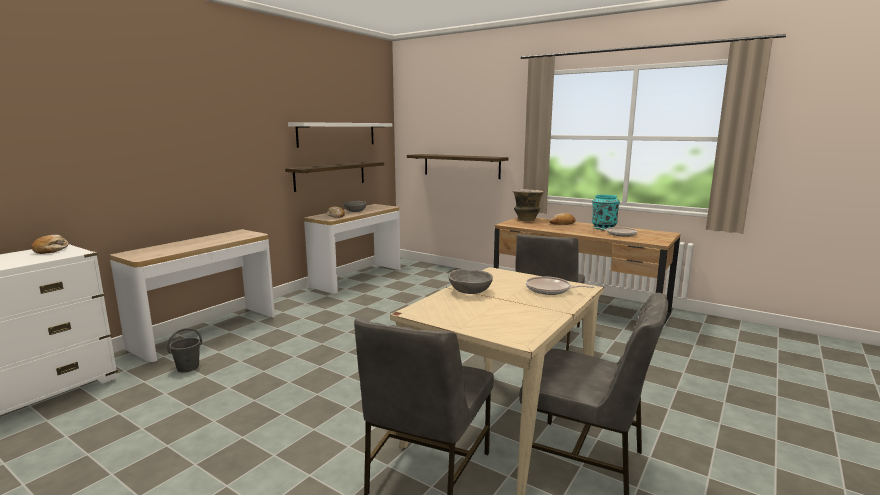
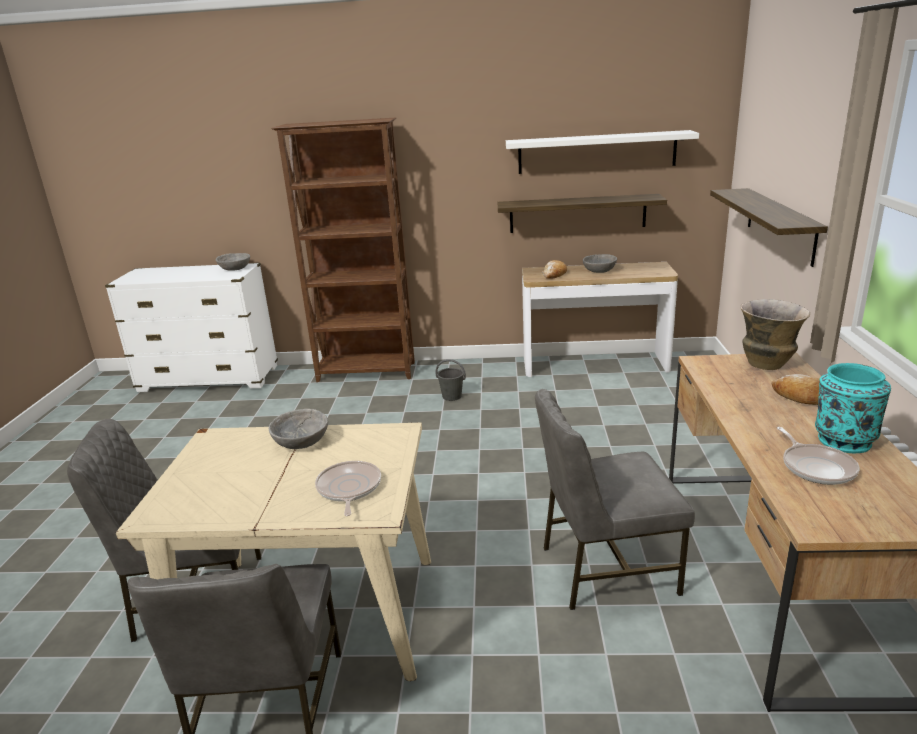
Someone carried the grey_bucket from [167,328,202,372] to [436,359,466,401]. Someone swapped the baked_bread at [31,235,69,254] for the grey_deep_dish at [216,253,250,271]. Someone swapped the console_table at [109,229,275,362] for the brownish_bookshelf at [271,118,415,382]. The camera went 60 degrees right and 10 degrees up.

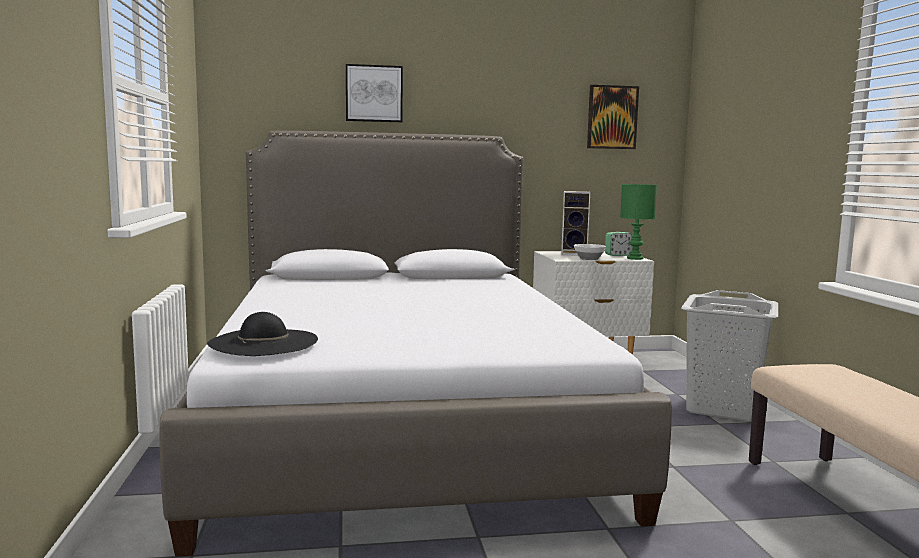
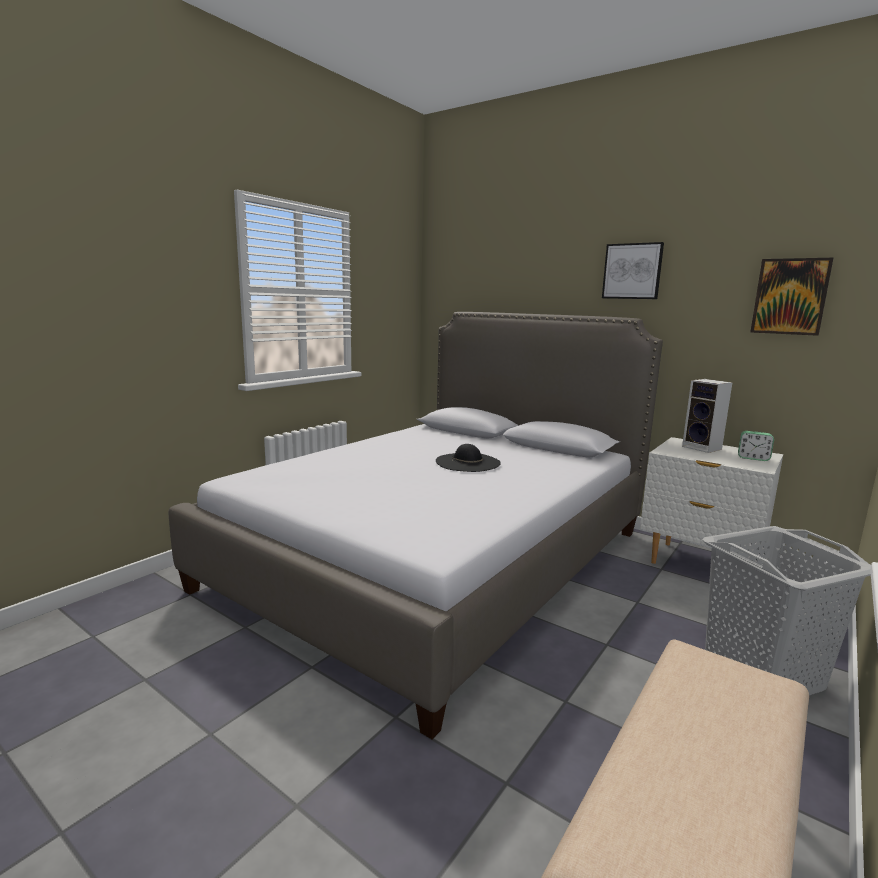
Someone took away the deep_dish at [574,244,606,260]. Someone took away the green-coloured_tabletop_lamp at [620,184,657,260]. Someone carried the blackish_wearable_hat from [207,312,318,356] to [436,444,501,472]. Someone carried the picture from [346,64,403,122] to [602,242,664,299]. The camera went 45 degrees right and 5 degrees up.

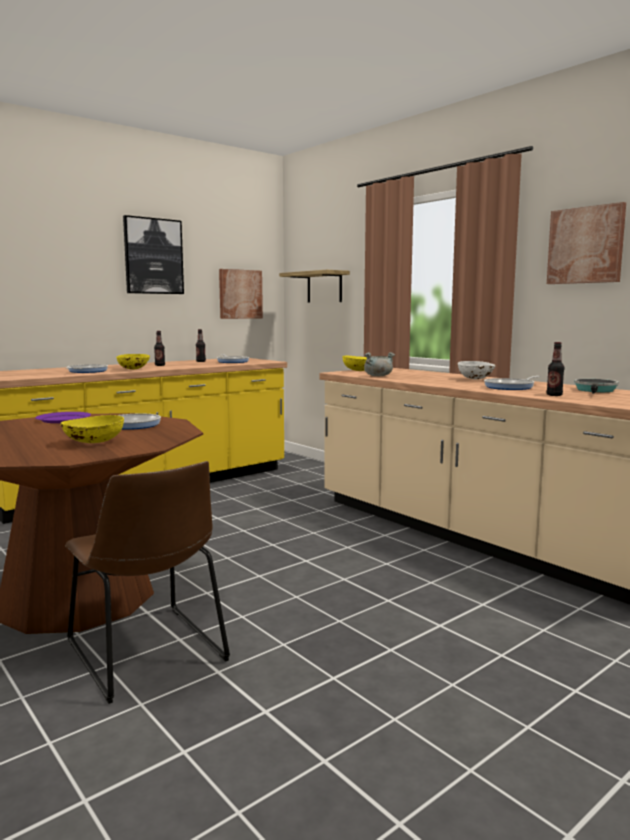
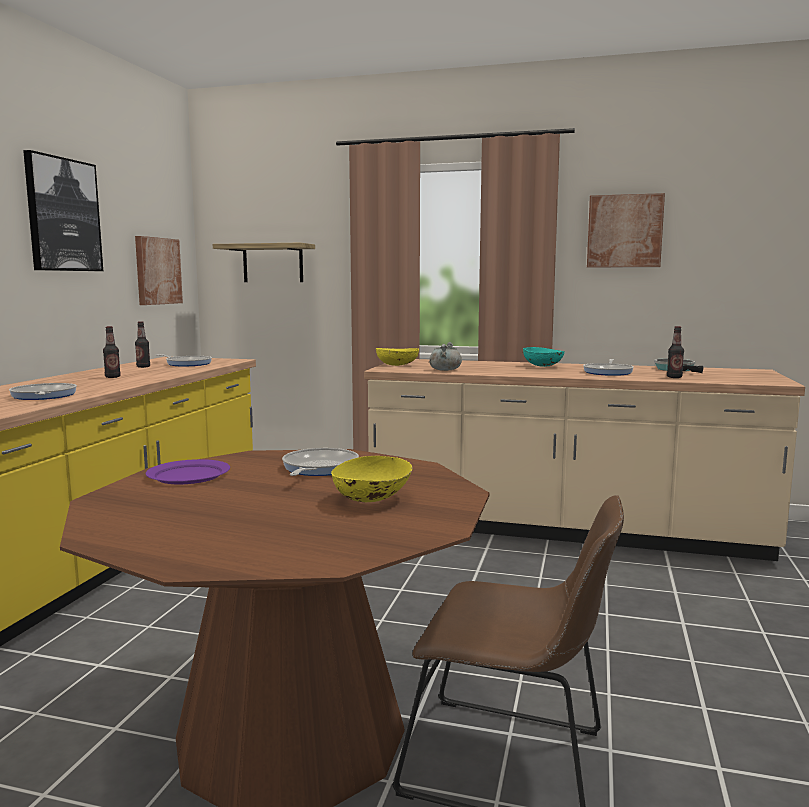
Someone took away the yellow-coloured_deep_dish at [116,354,150,370]. Someone repainted the white_deep_dish at [458,361,496,380], which became the turquoise-coloured_deep_dish at [523,347,565,367]. The camera went 35 degrees left and 0 degrees up.

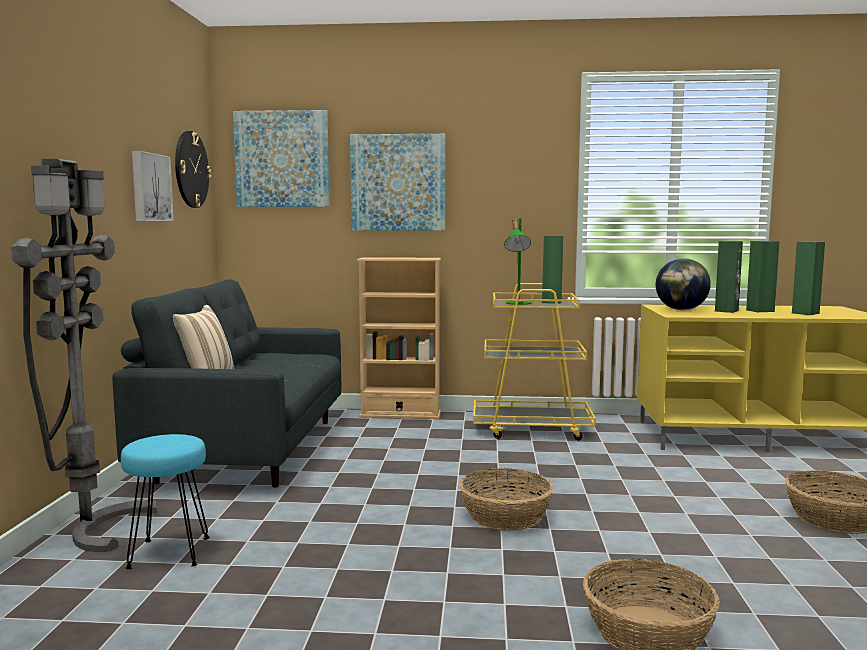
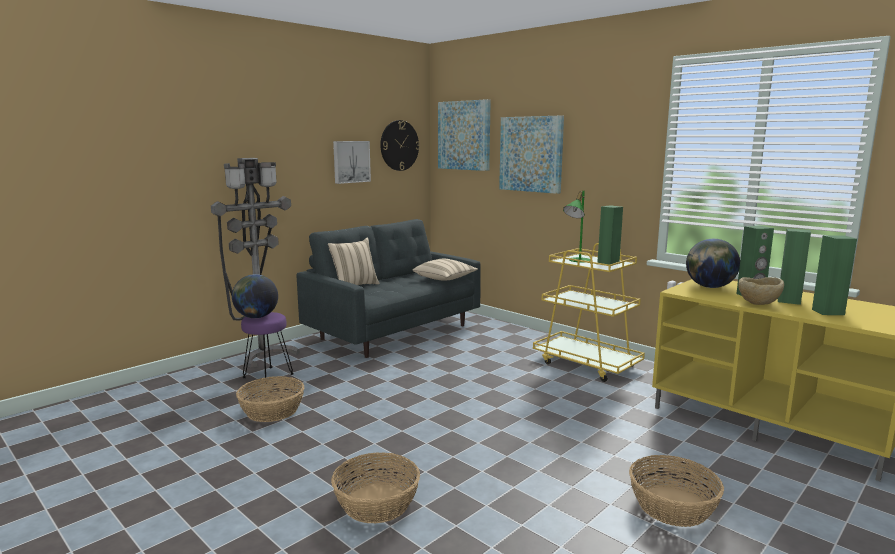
Someone took away the sand-coloured_bookshelf at [357,257,441,419]. Someone put down the desk_globe at [232,274,278,318]. Someone put down the sand-coloured_pillow at [413,259,478,281]. Someone put down the sand-coloured_deep_dish at [738,277,784,305]. Someone carried the basket from [459,468,553,531] to [236,376,304,422]. Someone repainted the turquoise-coloured_sitting_stool at [121,434,210,569], which became the purplish_sitting_stool at [241,312,294,384]. The camera went 40 degrees right and 5 degrees up.

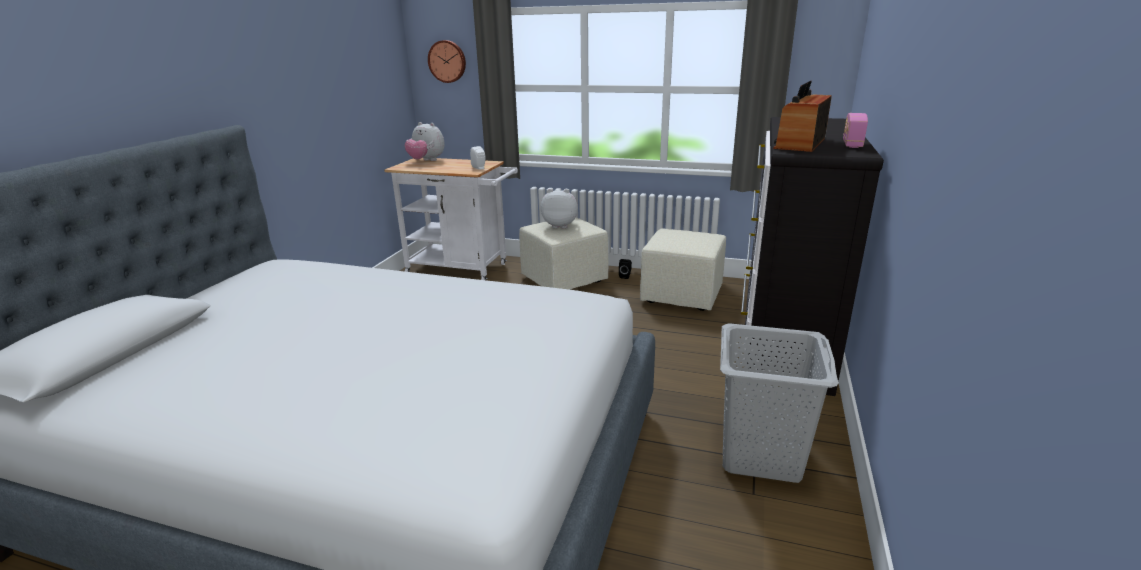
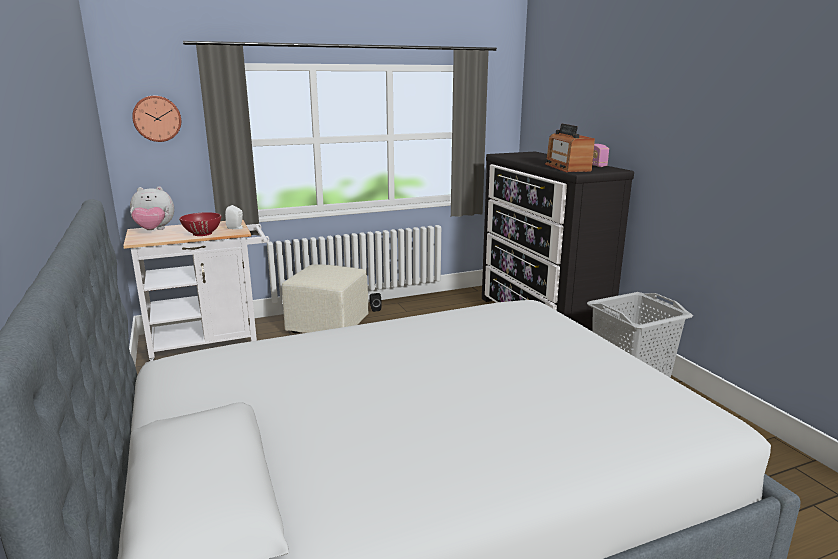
Someone took away the soft_toy at [541,189,578,229]. Someone took away the sand-coloured_pouffe at [640,228,726,311]. Someone put down the red_deep_dish at [179,212,221,236]. The camera went 40 degrees left and 5 degrees down.

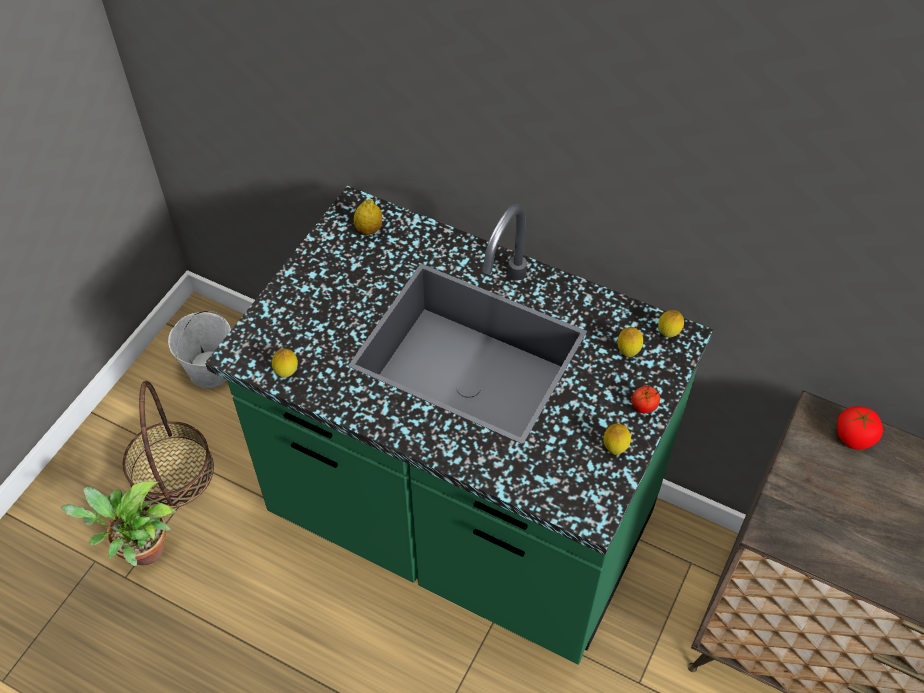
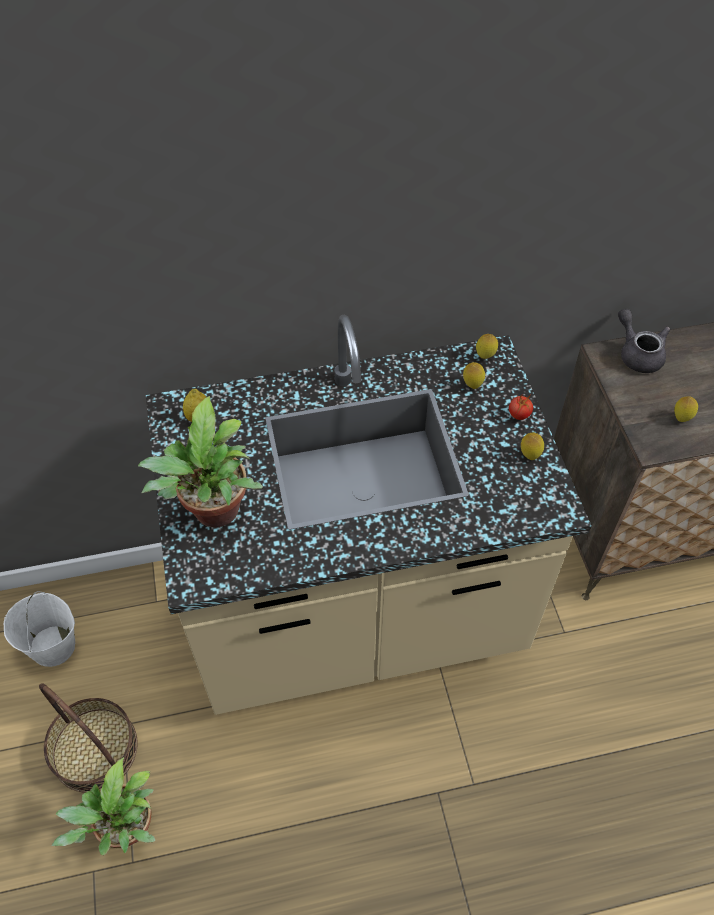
Someone put down the potted_plant at [138,396,263,527]. Someone carried the whole_lemon from [272,349,298,378] to [674,396,698,422]. Someone swapped the tomato at [837,406,883,450] for the grey_tea_pot at [618,309,670,373]. Someone repainted the green-coloured_kitchen_base_unit at [205,186,713,665], which became the sand-coloured_kitchen_base_unit at [146,315,591,715]. The camera went 40 degrees left and 0 degrees up.

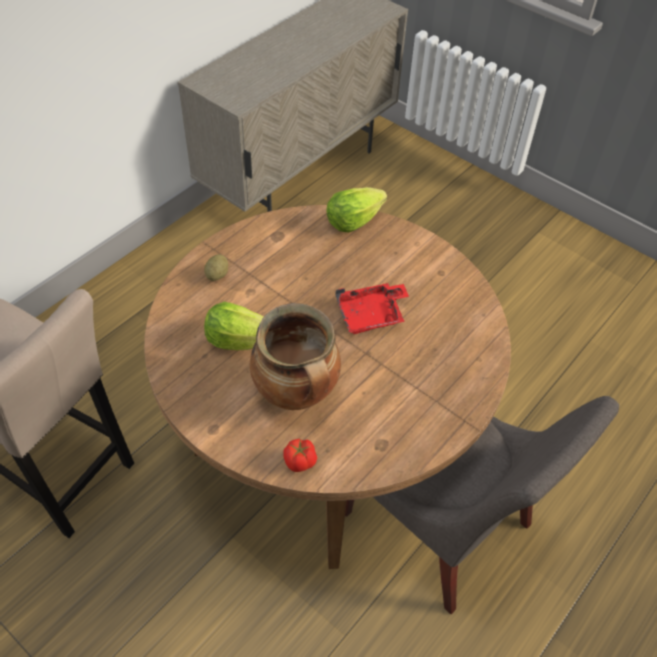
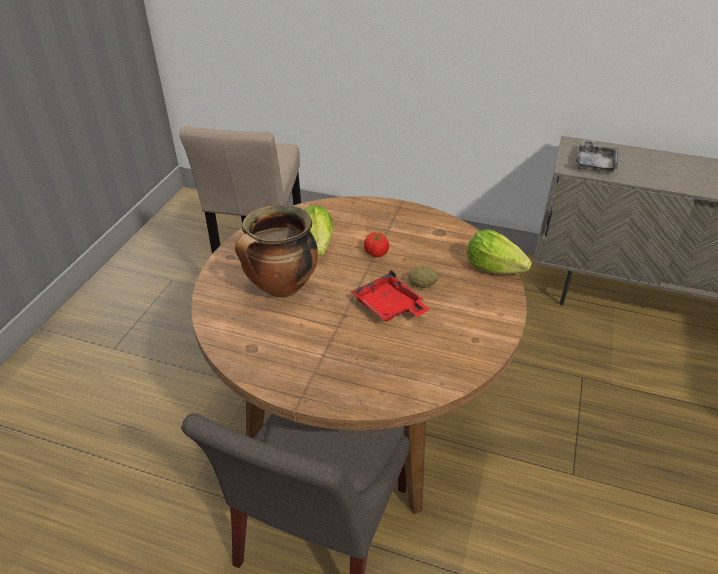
Someone put down the grey_tray at [576,139,618,173]. Someone carried the whole_potato from [204,254,228,281] to [409,266,438,288]. Someone carried the tomato from [283,438,317,472] to [364,232,389,257]. The camera went 70 degrees right and 10 degrees down.

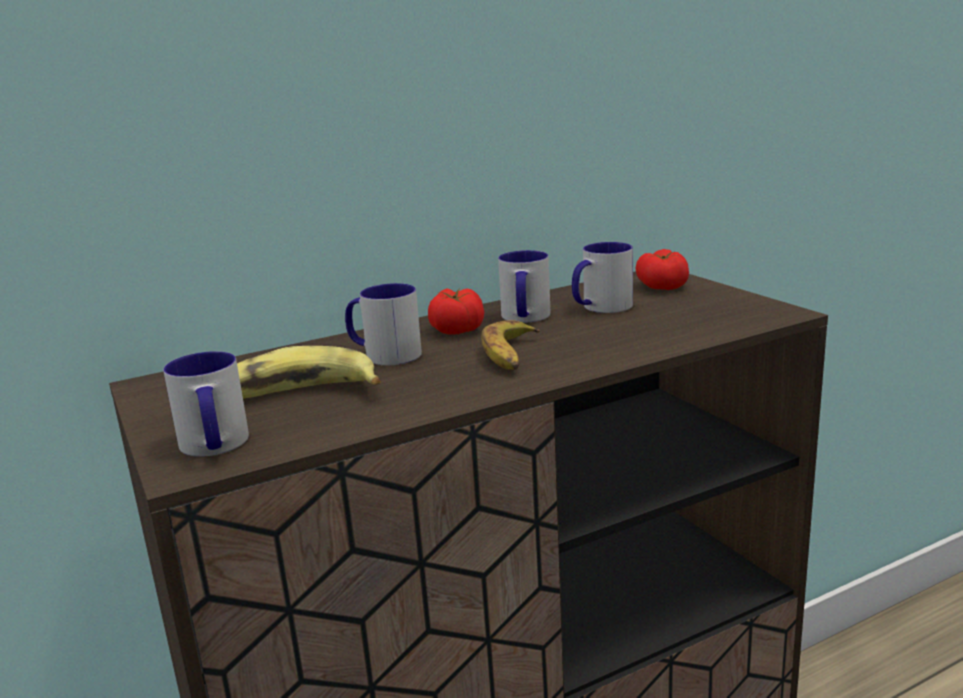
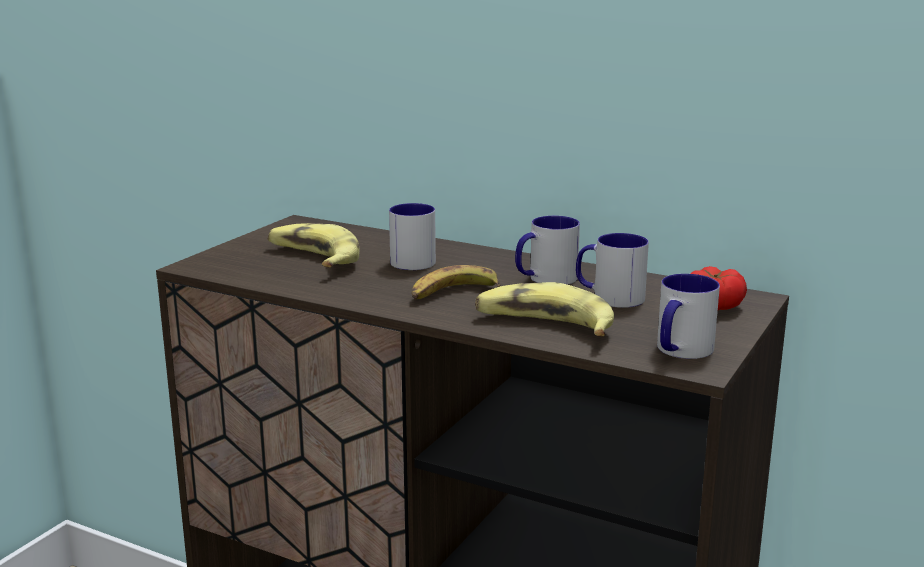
Someone took away the tomato at [428,288,484,335]. Someone put down the banana_fruit at [475,282,614,336]. Someone carried the tea_mug from [163,351,249,457] to [657,274,720,359]. The camera went 55 degrees right and 0 degrees up.

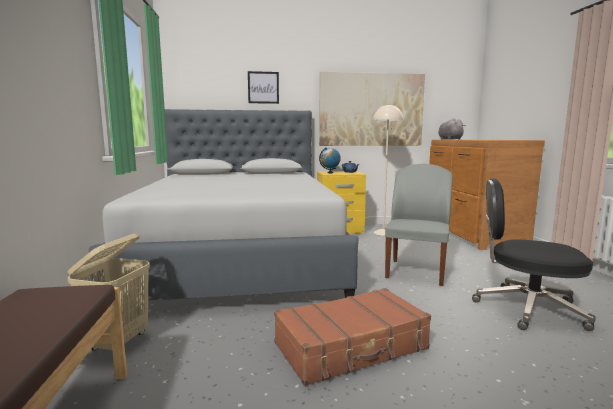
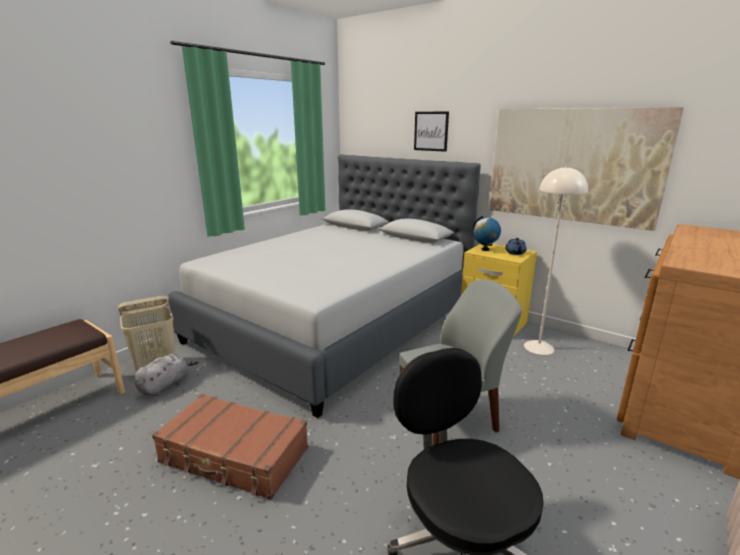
Someone carried the grey_soft_toy from [438,118,466,140] to [134,354,199,396]. The camera went 45 degrees right and 10 degrees up.

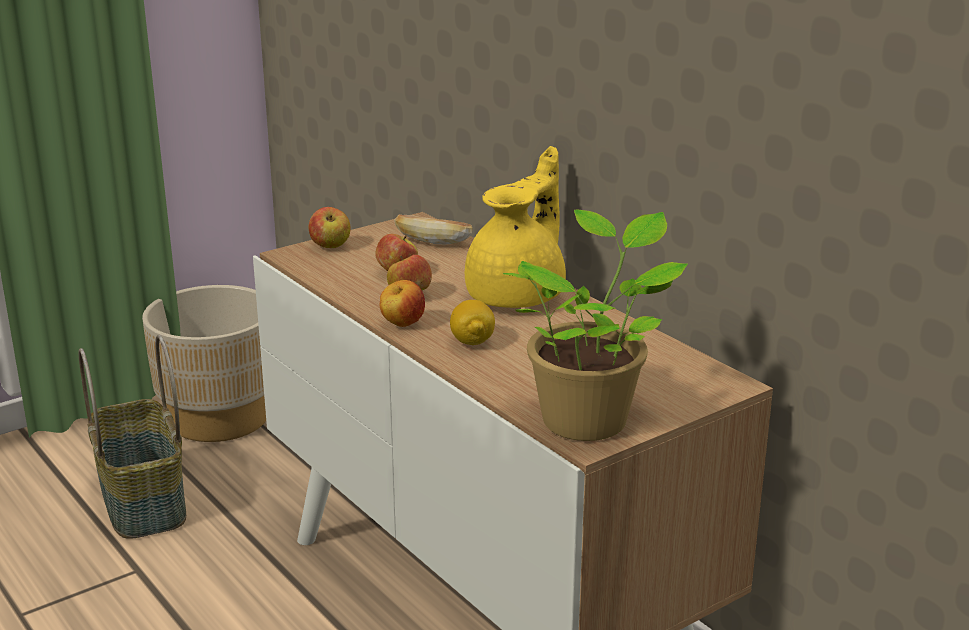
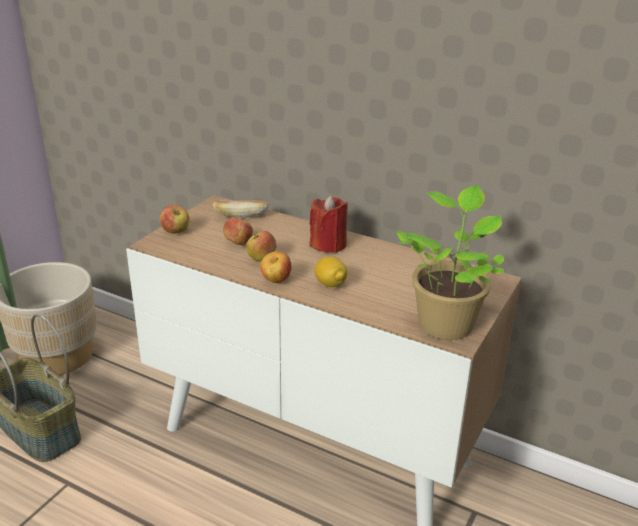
Someone swapped the yellow-coloured_tea_pot at [465,146,566,308] for the red_wax_candle at [309,196,348,253]. The camera went 25 degrees left and 5 degrees up.

